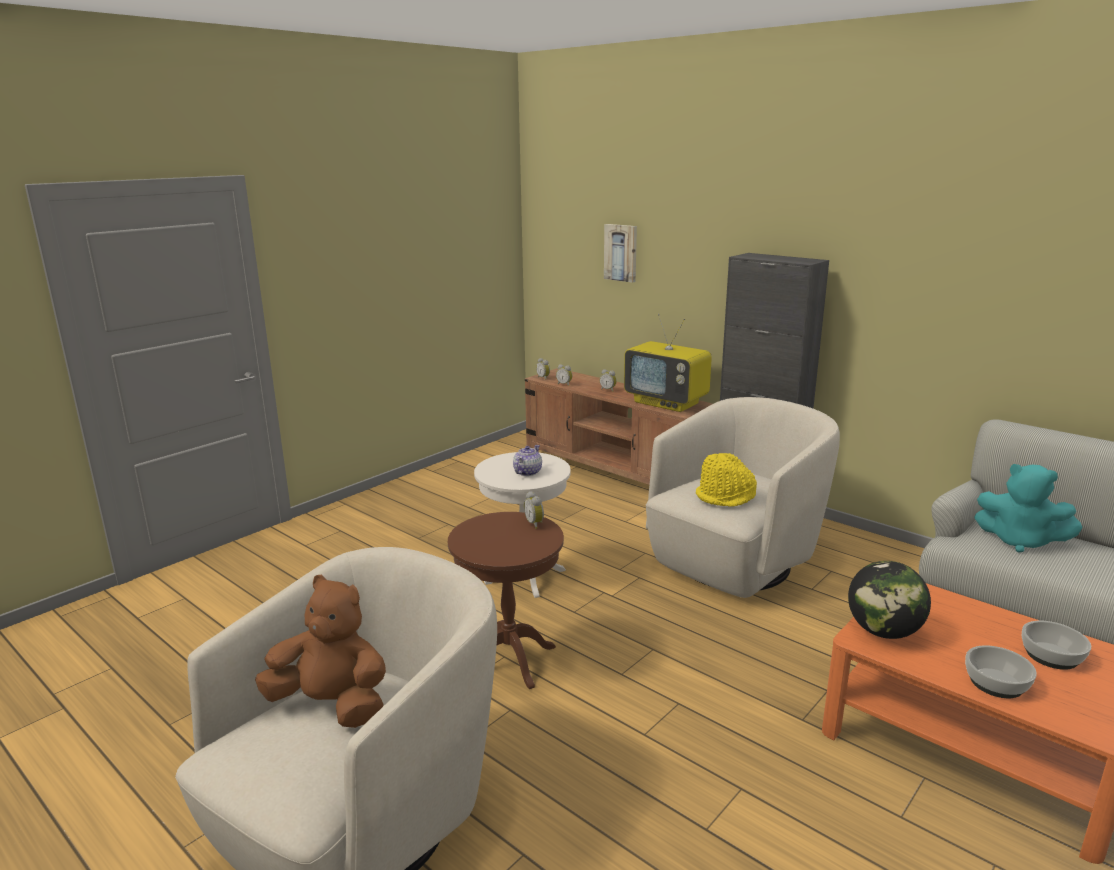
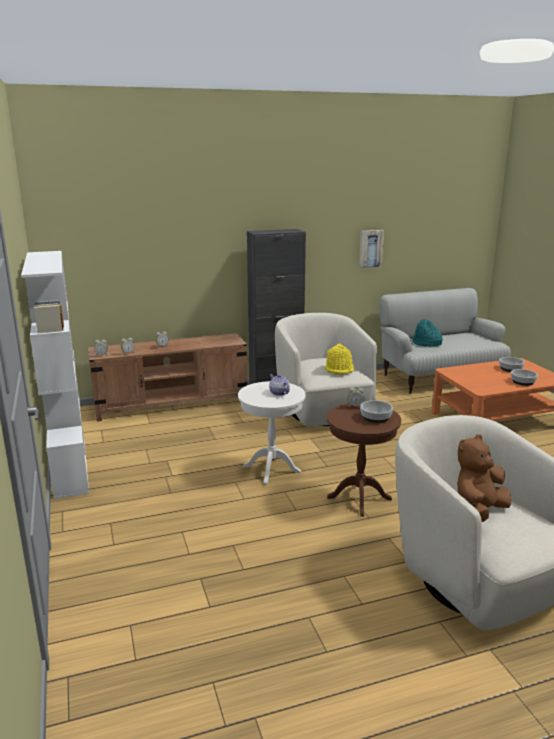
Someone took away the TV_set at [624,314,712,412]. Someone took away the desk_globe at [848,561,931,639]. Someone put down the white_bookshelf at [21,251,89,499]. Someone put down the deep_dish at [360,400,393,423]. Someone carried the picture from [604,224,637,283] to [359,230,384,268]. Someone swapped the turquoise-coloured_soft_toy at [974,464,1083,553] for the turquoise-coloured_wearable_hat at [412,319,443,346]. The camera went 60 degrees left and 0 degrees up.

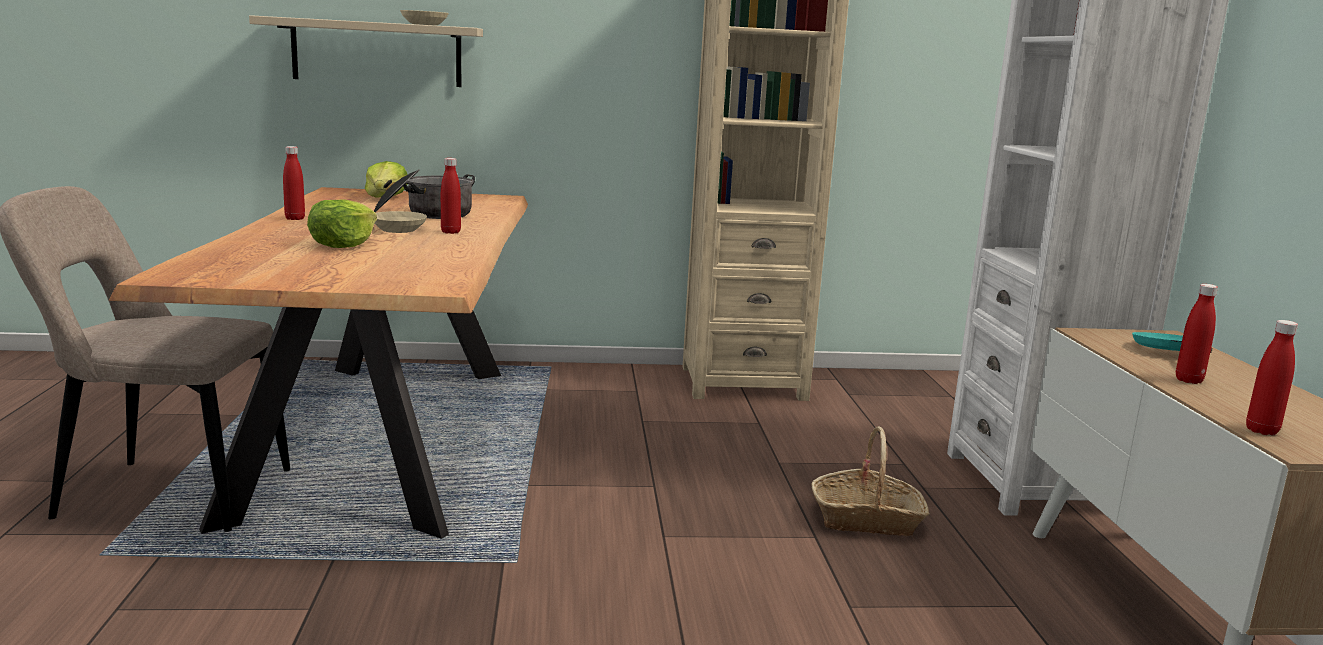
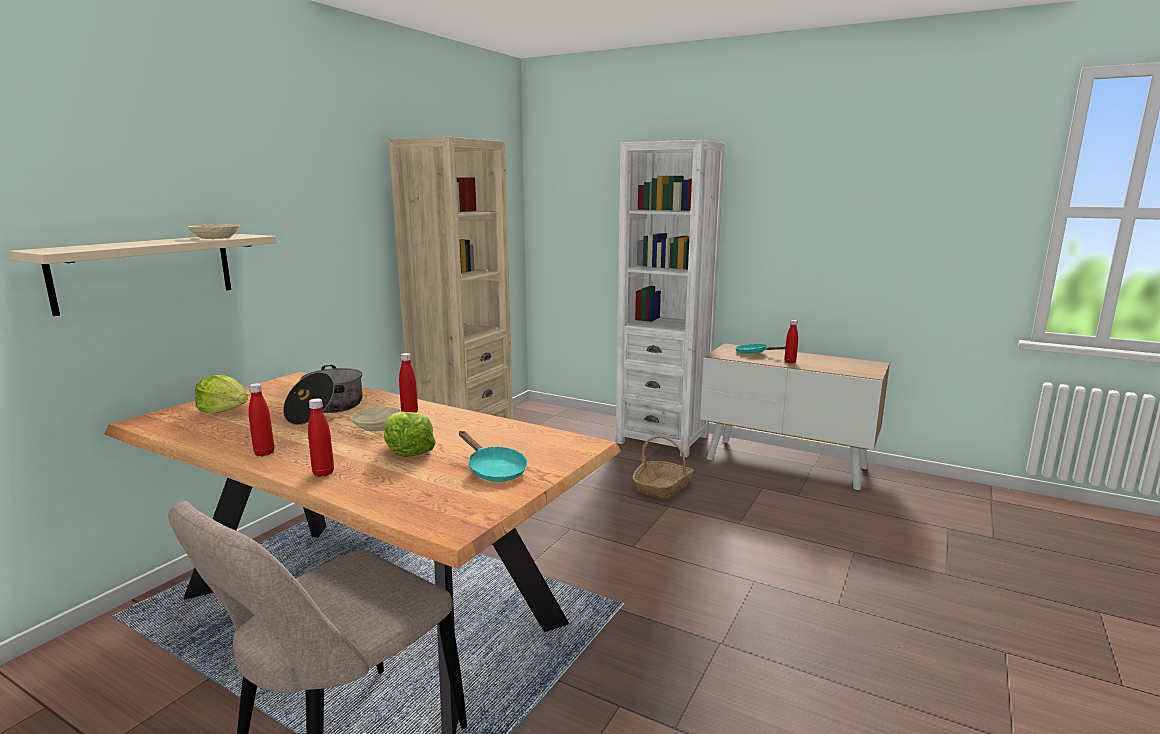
Someone put down the turquoise-coloured_frying_pan at [459,431,527,482]. Someone carried the red_bottle from [1246,320,1298,435] to [308,398,334,477]. The camera went 55 degrees left and 0 degrees up.

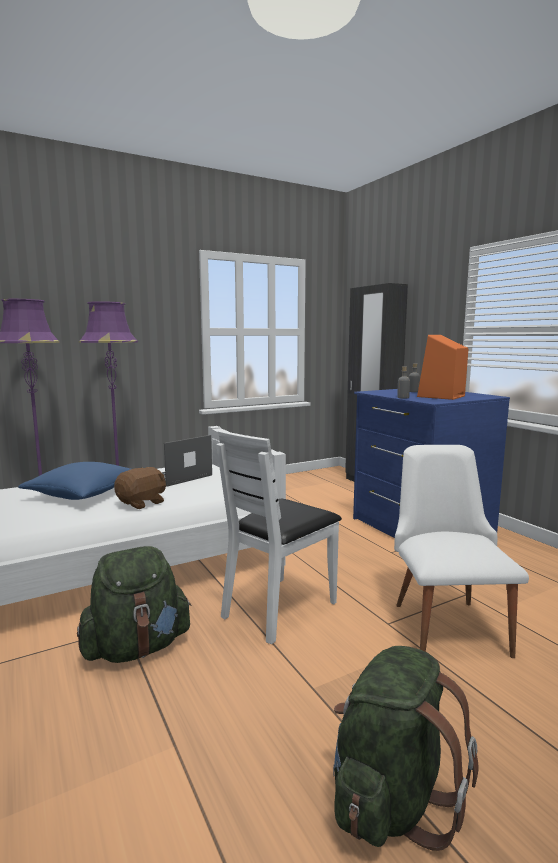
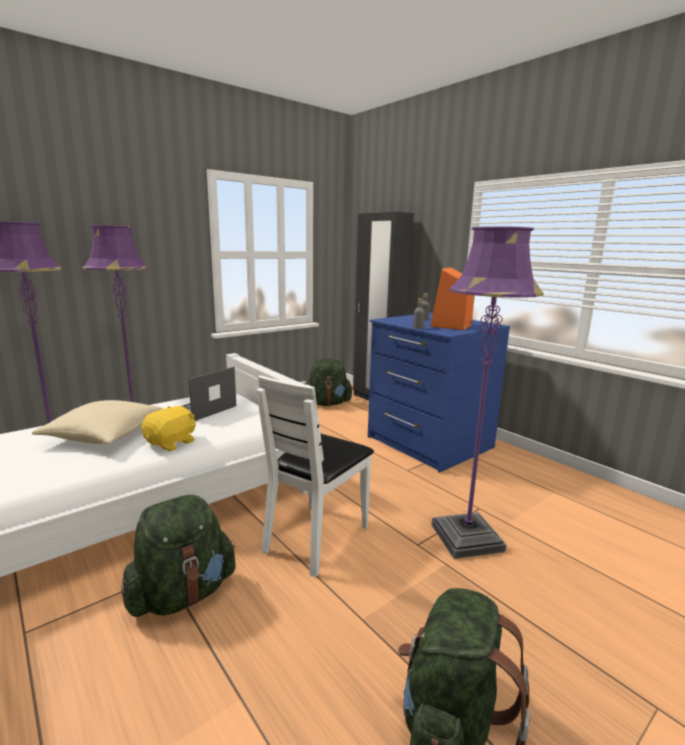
Someone put down the green-coloured_backpack at [305,359,353,406]. Someone swapped the white_chair at [394,445,529,658] for the purplish_standing_lamp at [431,226,544,559]. Someone repainted the blue-coloured_pillow at [18,462,131,500], which became the sand-coloured_pillow at [32,400,163,444]. Someone repainted the brownish_soft_toy at [114,467,166,509], which became the yellow-coloured_soft_toy at [141,406,196,451]. The camera went 10 degrees left and 5 degrees up.

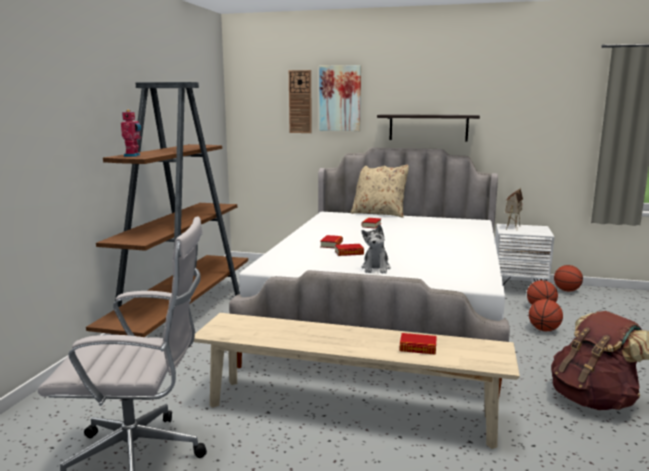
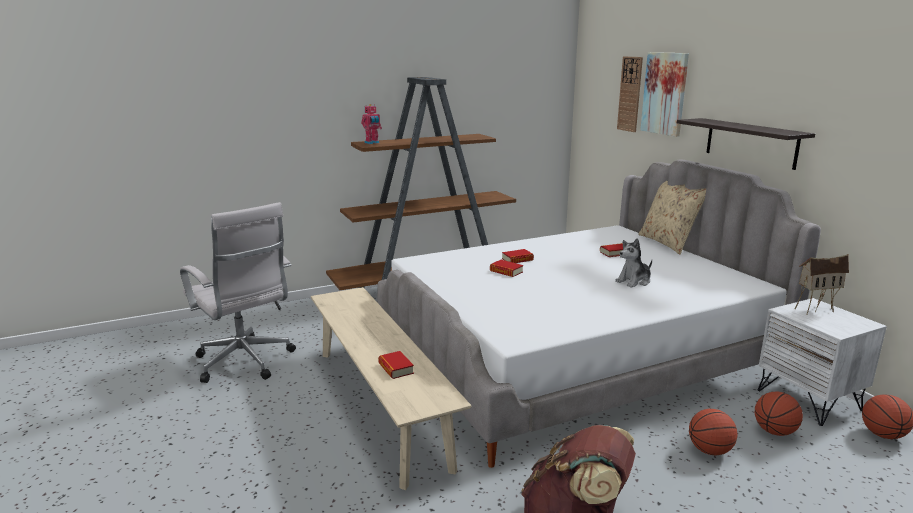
Someone carried the soft_toy from [362,224,391,274] to [615,238,652,288]. The camera went 50 degrees right and 5 degrees up.

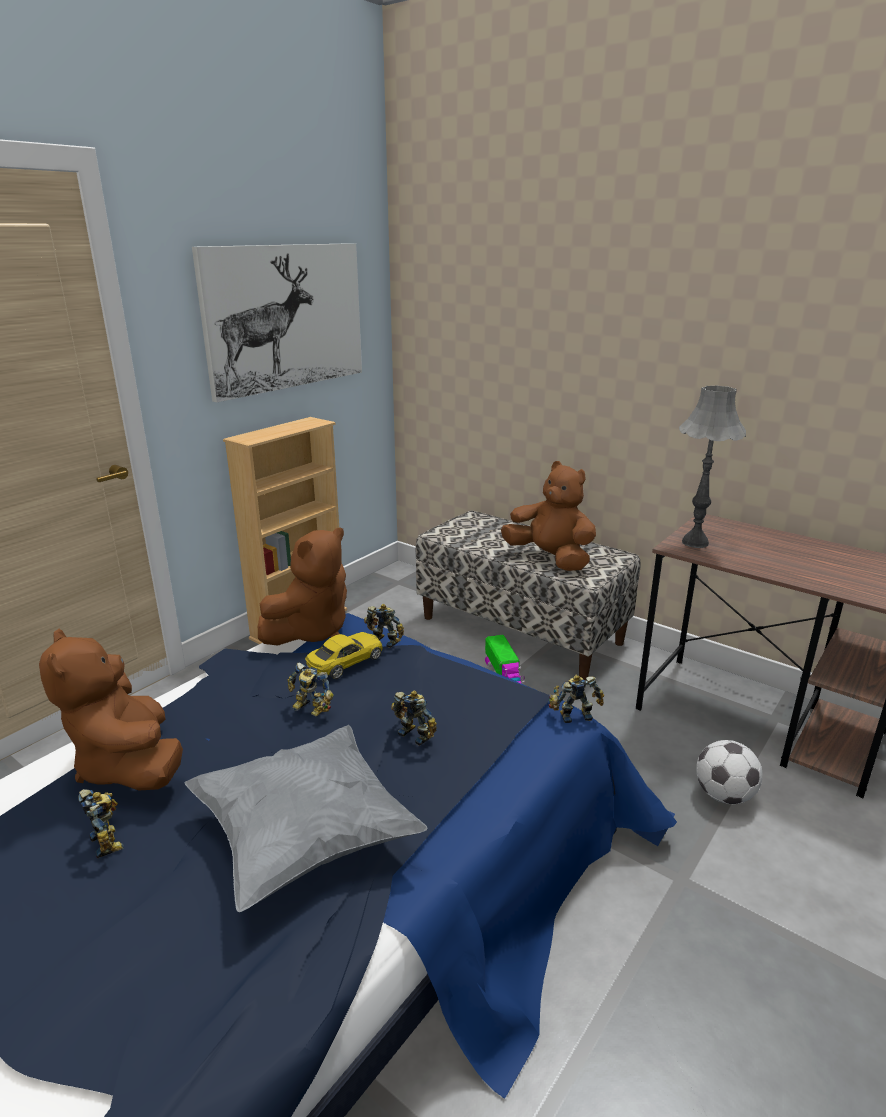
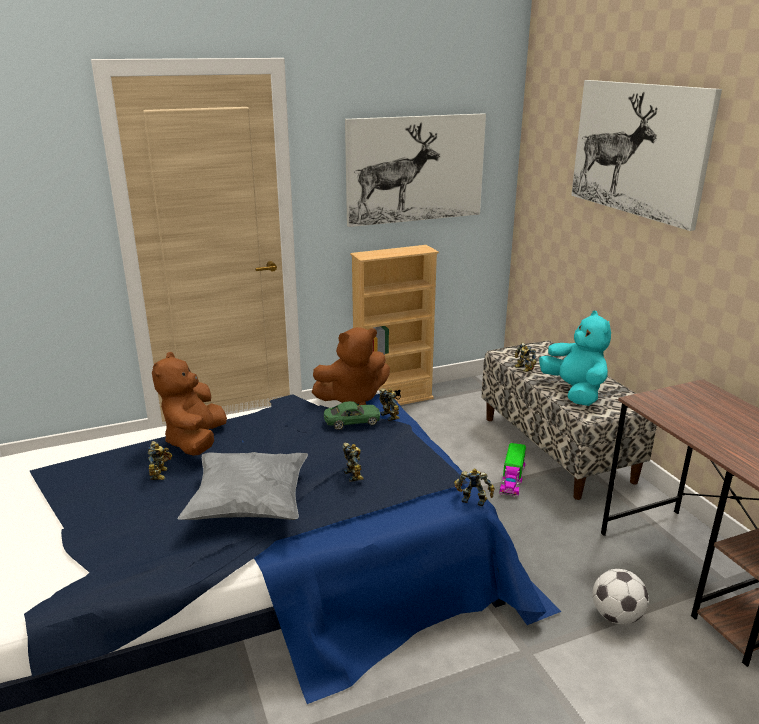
Someone took away the grey_tabletop_lamp at [679,385,746,548]. Someone put up the picture at [571,80,722,231]. Someone carried the model_robot from [288,662,334,716] to [515,343,537,372]. Someone repainted the yellow-coloured_miniature_car at [305,632,382,679], which became the green-coloured_miniature_car at [324,401,380,430]. Someone repainted the brownish_soft_toy at [501,461,596,571], which became the turquoise-coloured_soft_toy at [539,311,611,406]. The camera went 30 degrees right and 0 degrees up.

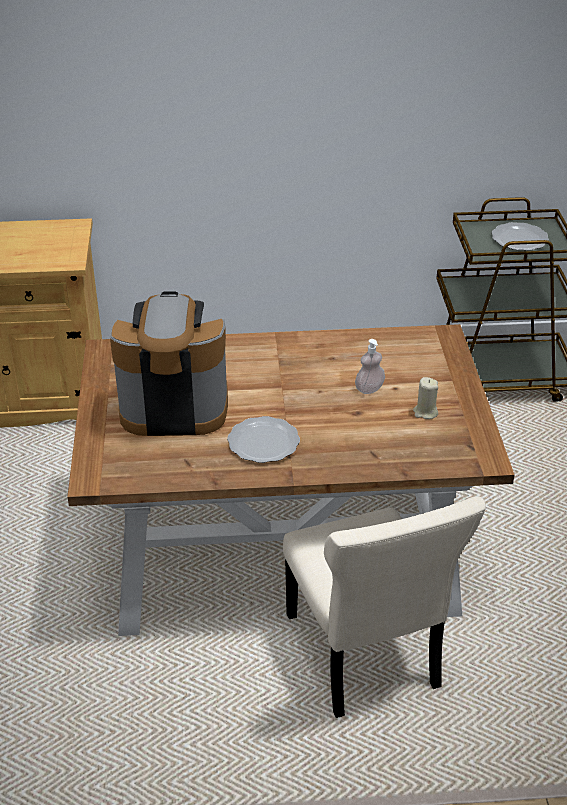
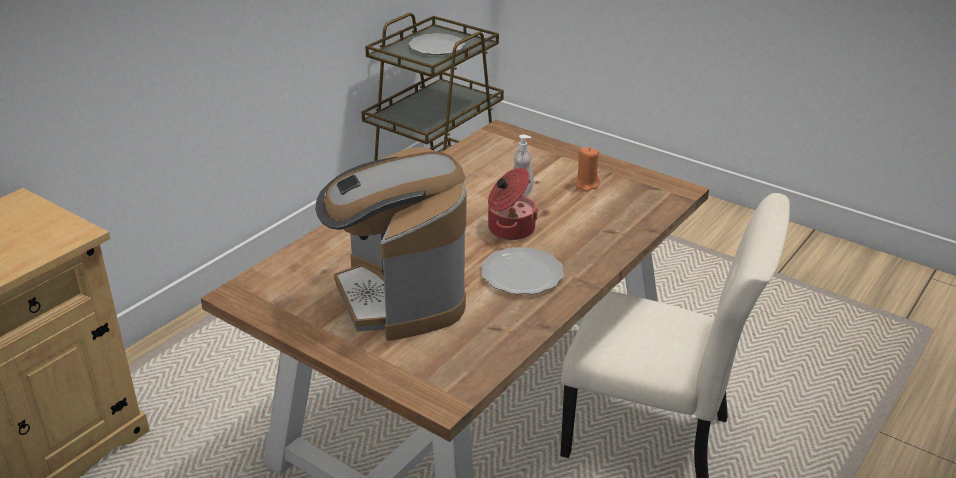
Someone put down the cooking_pot at [488,168,538,240]. Someone repainted the sand-coloured_wax_candle at [413,377,438,419], which became the orange-coloured_wax_candle at [575,147,600,192]. Someone rotated the coffee_brewer at [110,292,228,436] by 60 degrees counterclockwise. The camera went 50 degrees left and 5 degrees down.

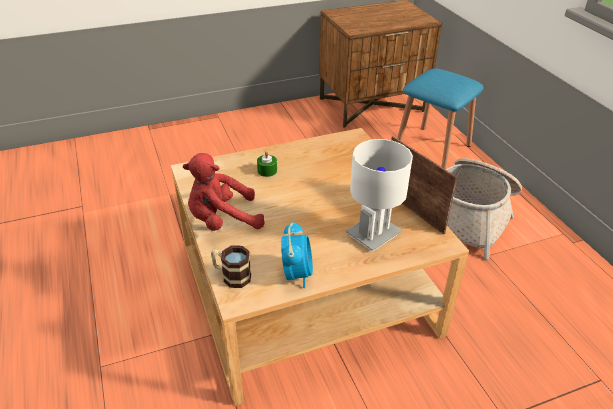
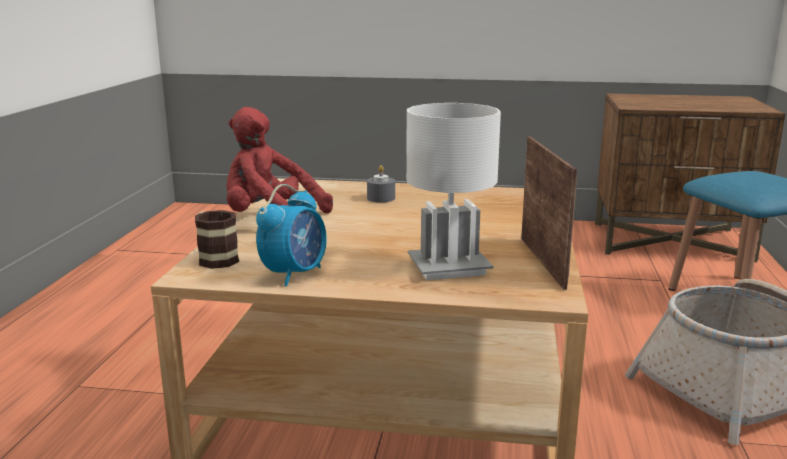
Someone repainted the green-coloured_wax_candle at [257,151,277,177], which became the grey_wax_candle at [367,165,395,203]. The camera went 30 degrees right and 20 degrees down.

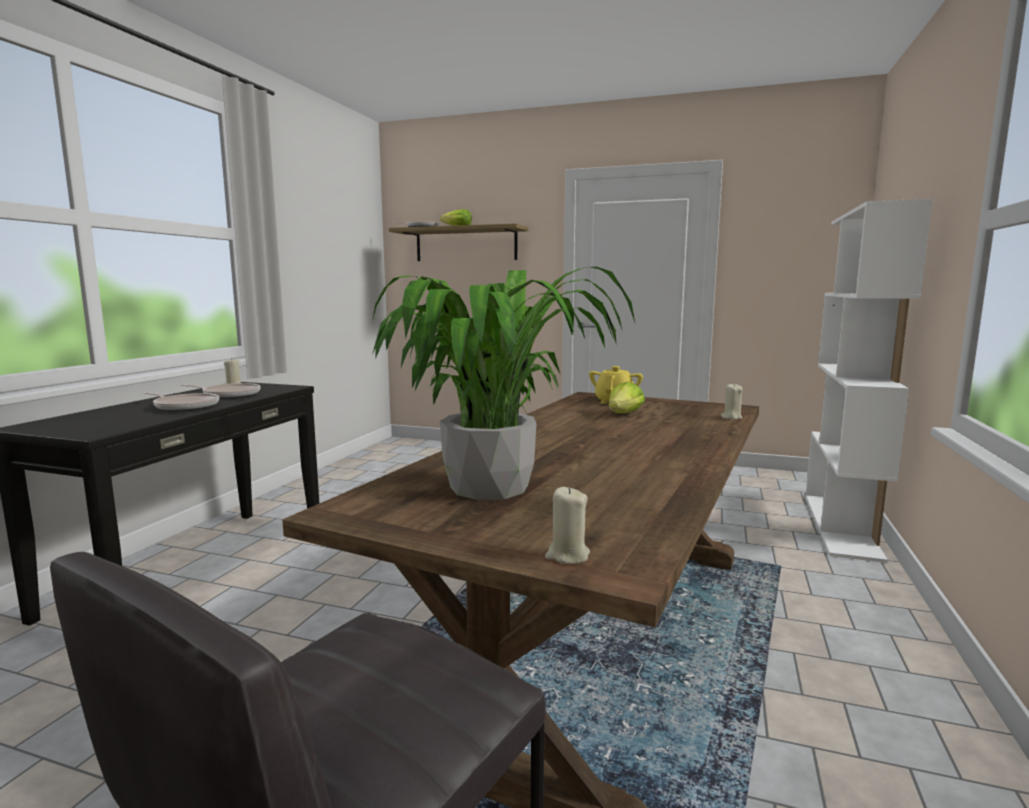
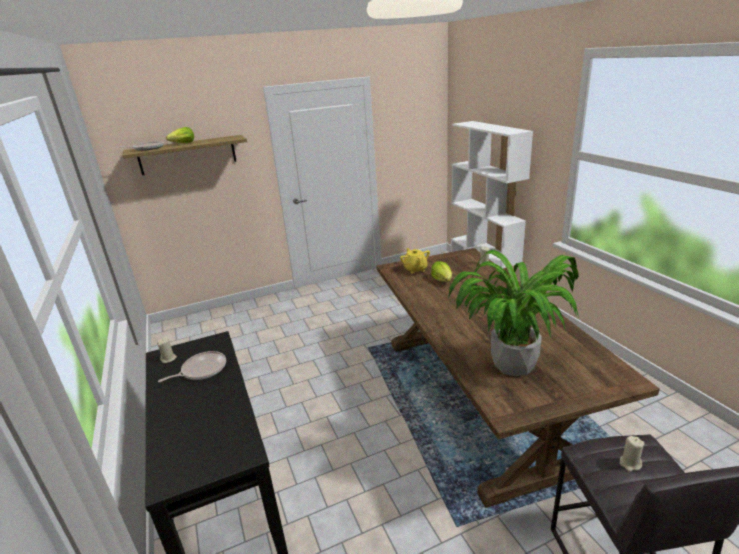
Someone took away the frying_pan at [144,392,219,411]. Someone carried the sand-coloured_wax_candle from [545,487,590,564] to [620,436,645,472]. The camera went 40 degrees left and 15 degrees up.

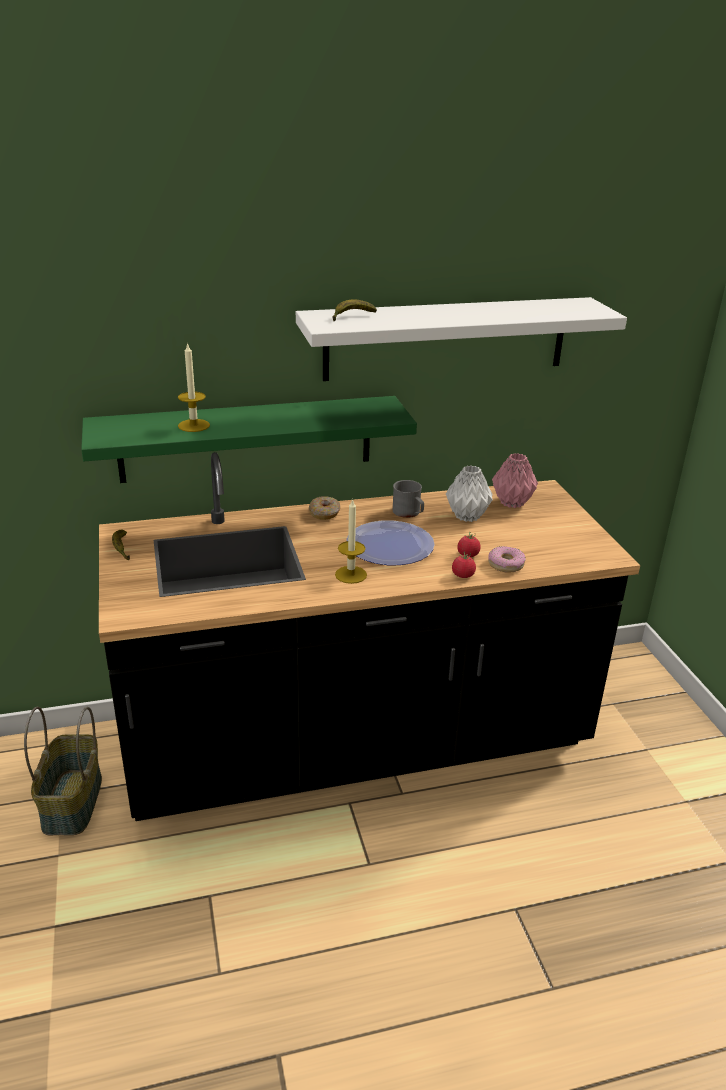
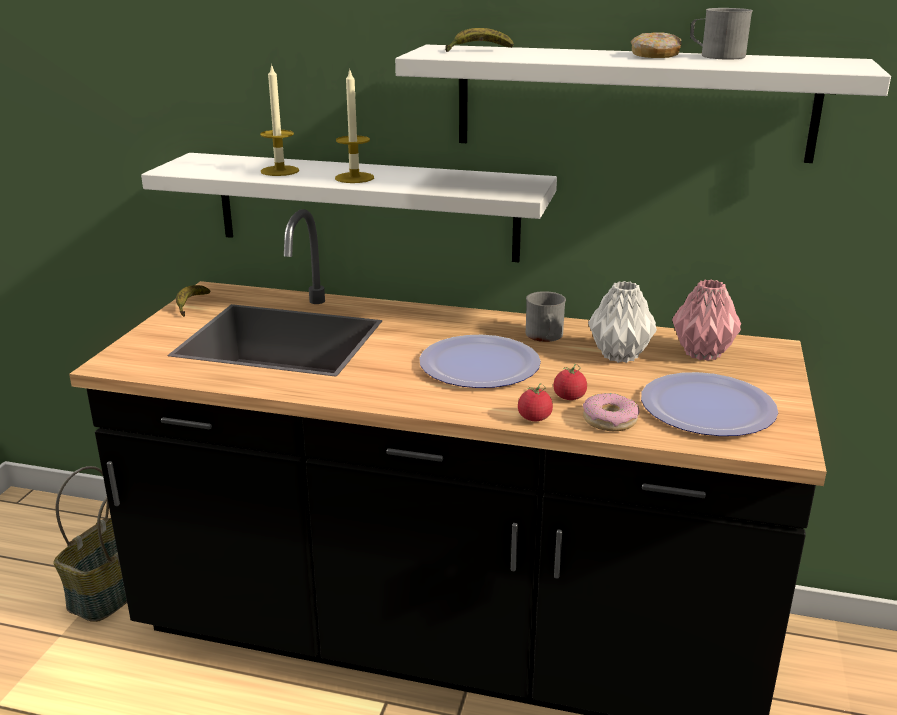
Someone put down the flat_dish at [641,372,778,436]. Someone put down the grey_tea_mug at [690,8,753,60]. Someone carried the doughnut from [309,496,340,520] to [631,32,682,58]. Someone carried the wax_candle from [335,499,367,584] to [335,70,374,183]. Someone repainted the green-coloured_wall_shelf at [81,396,417,483], which became the white_wall_shelf at [141,153,557,262]. The camera went 30 degrees right and 5 degrees down.

